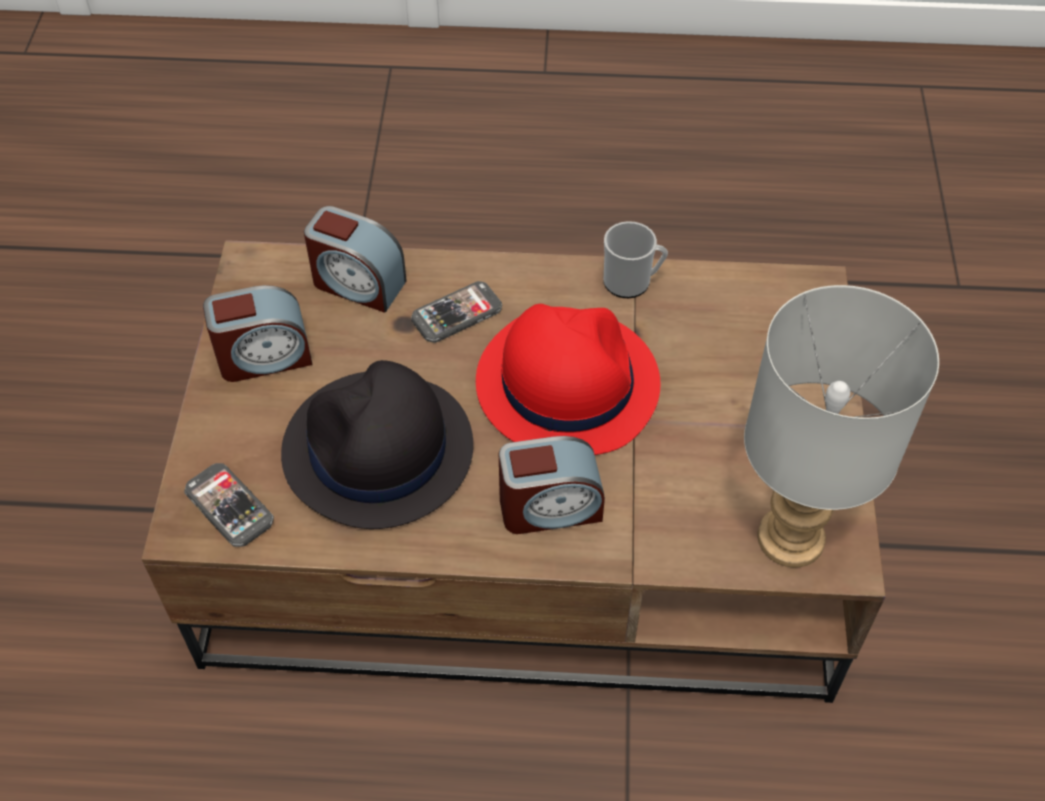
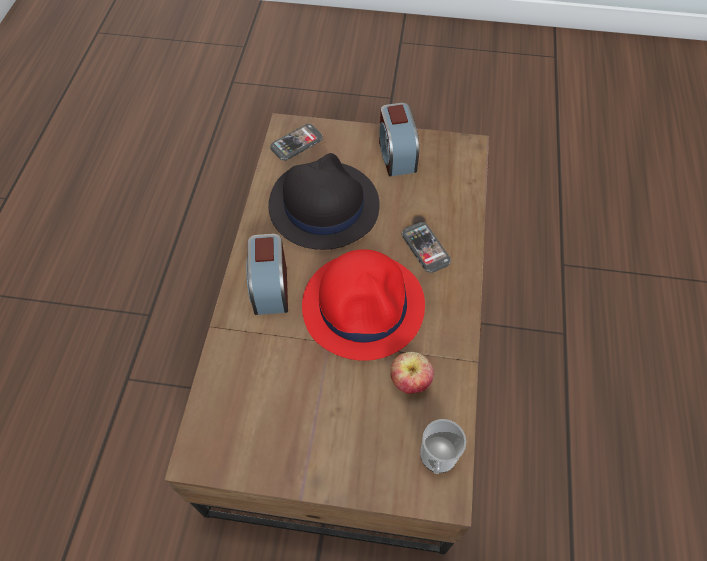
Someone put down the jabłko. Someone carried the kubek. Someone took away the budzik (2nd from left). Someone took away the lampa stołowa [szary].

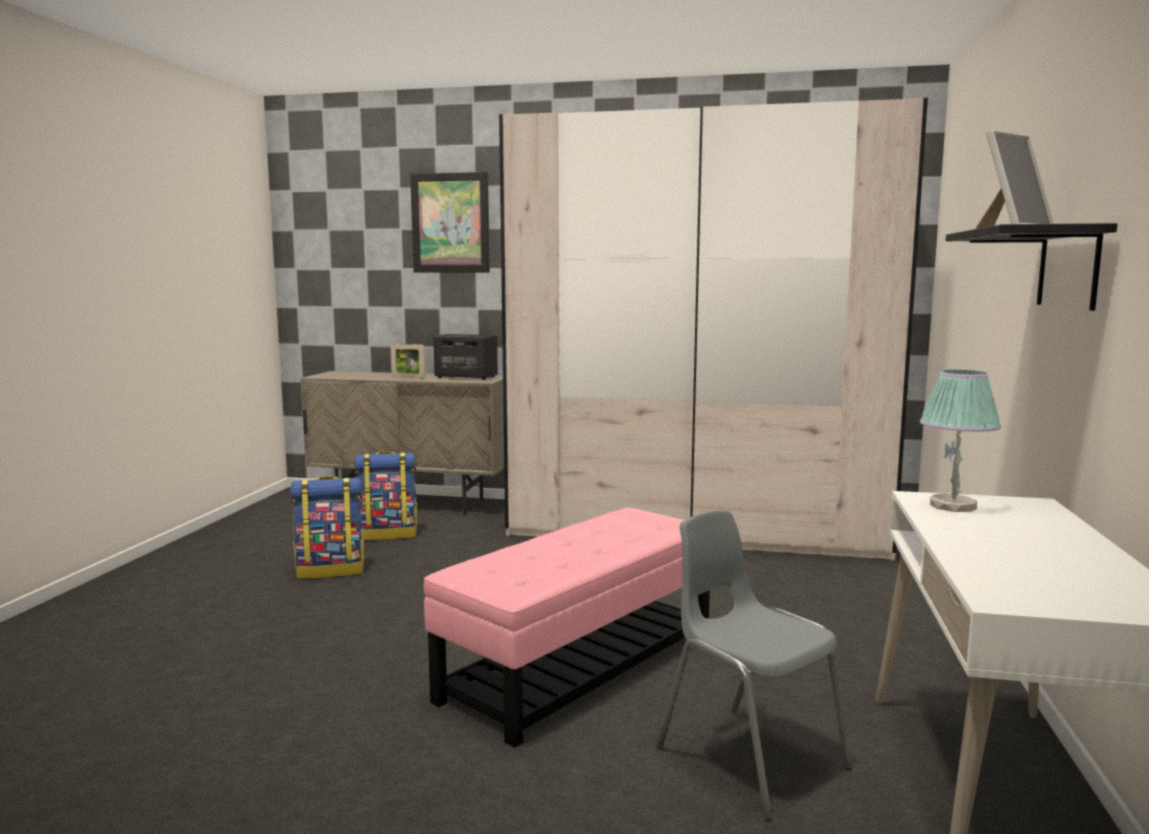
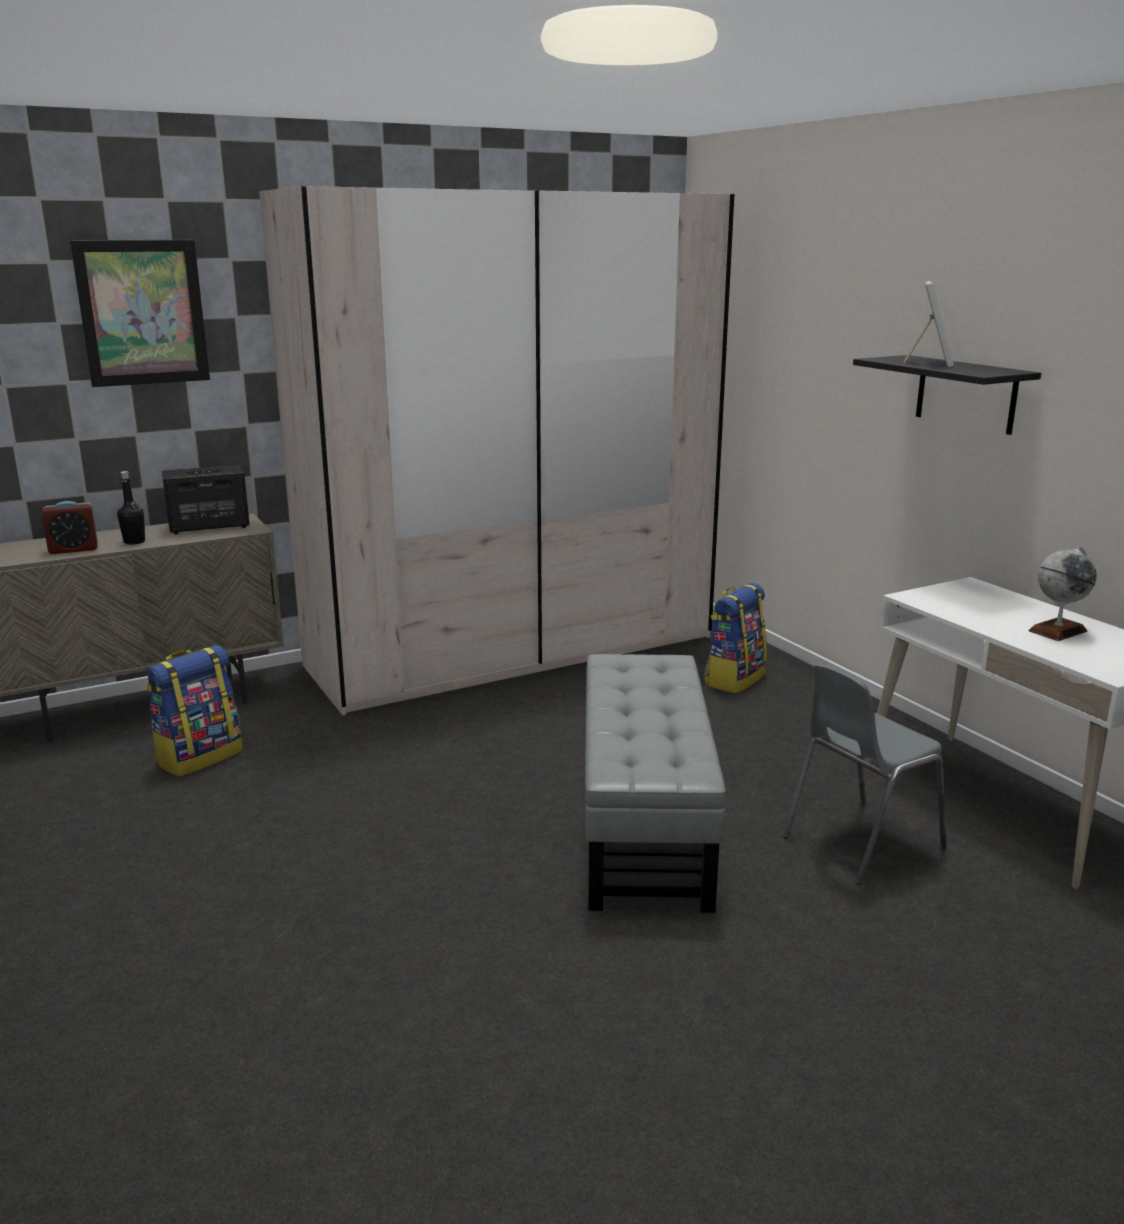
Someone put down the budzik. Someone swapped the ramka na zdjęcie (1st from left) for the butelka [czarny]. Someone repainted the pufa [różowy], which became the pufa [szary]. Someone carried the plecak (1st from left in the first image). Someone rotated the krzesło [szary] by 45 degrees counterclockwise. Someone put down the globus. Someone took away the lampa stołowa.

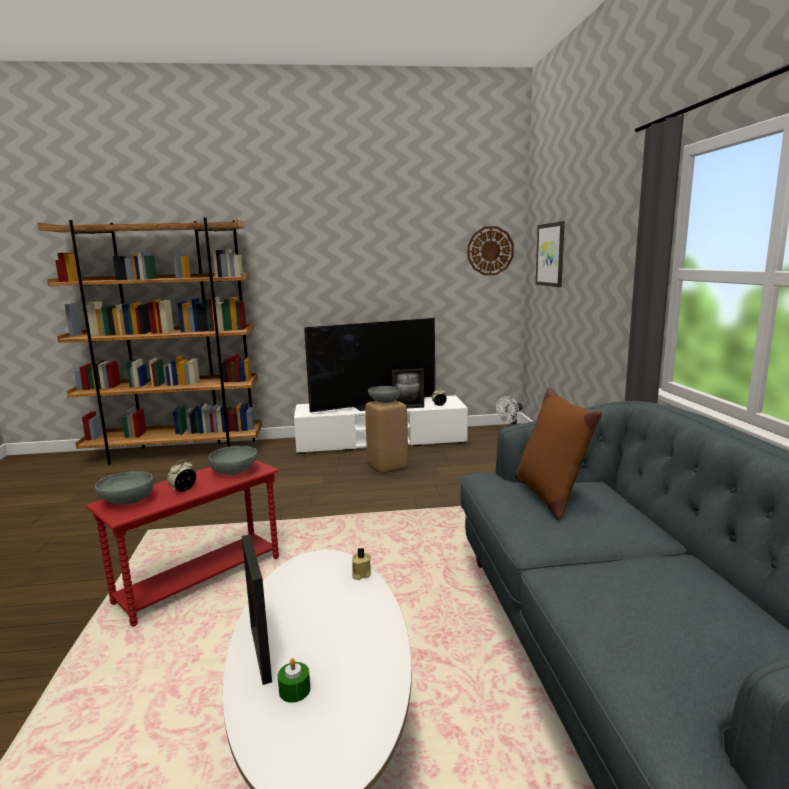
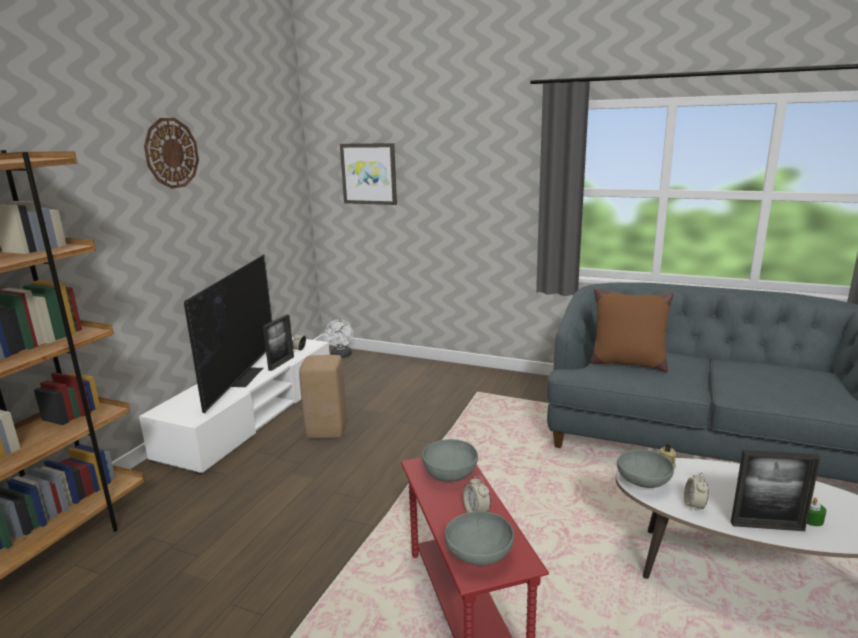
Someone carried the zegar ścienny. Someone carried the miska [szary] (3rd from left). Someone put down the budzik (3rd from left).

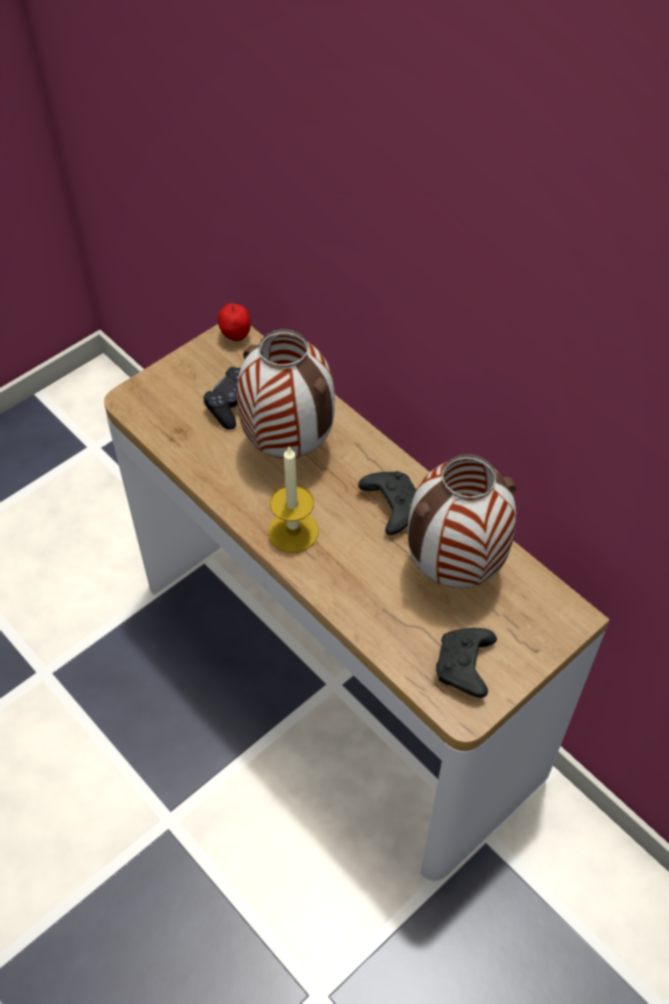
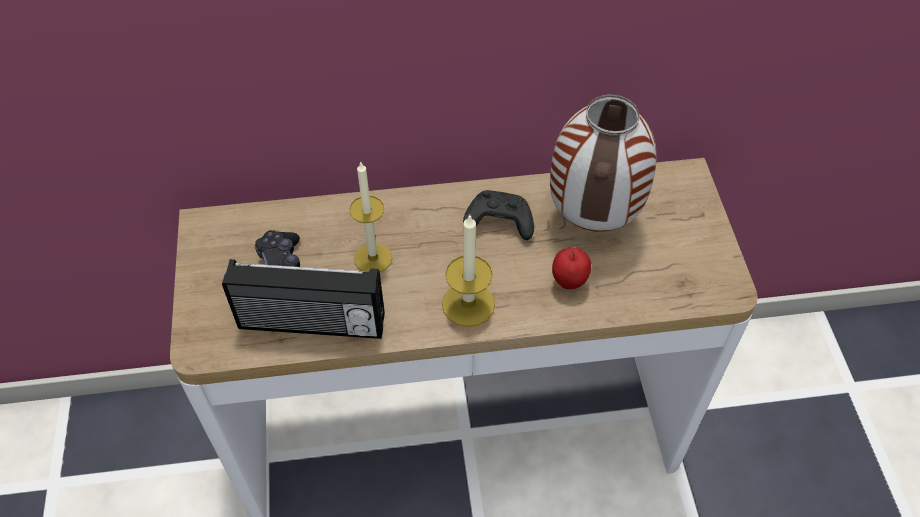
Someone put down the radio. Someone swapped the wazon (1st from left) for the świeca (1st from left). Someone carried the jabłko. Someone took away the pad do gier [czarny] (3rd from left).

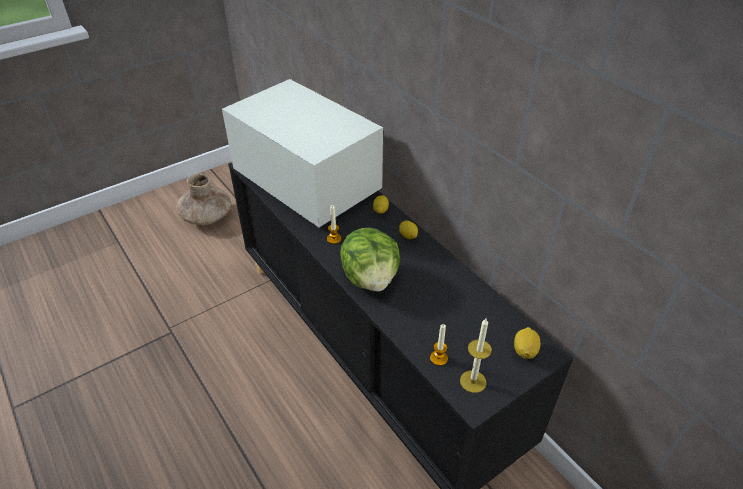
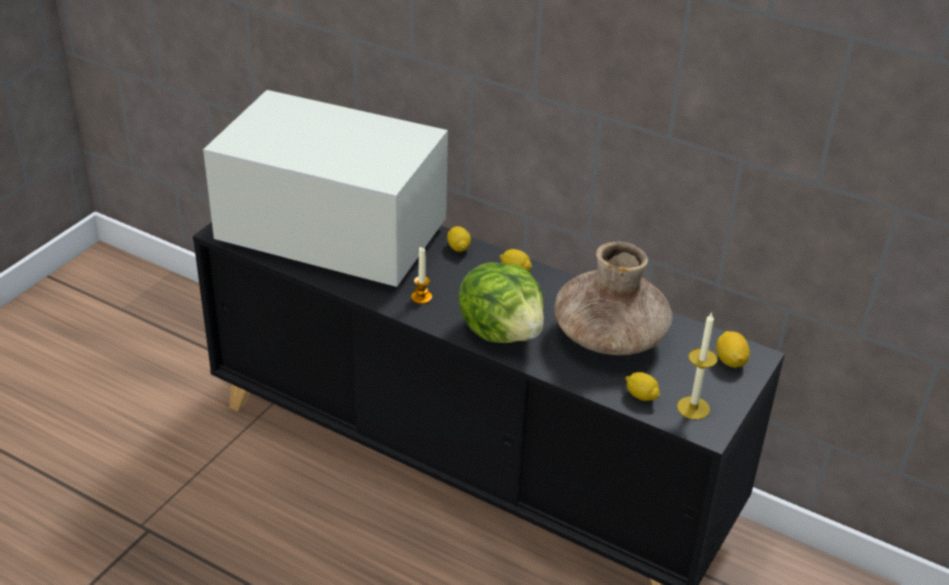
Someone carried the wazon [brązowy]. Someone swapped the świeca (2nd from left) for the cytryna (3rd from left).

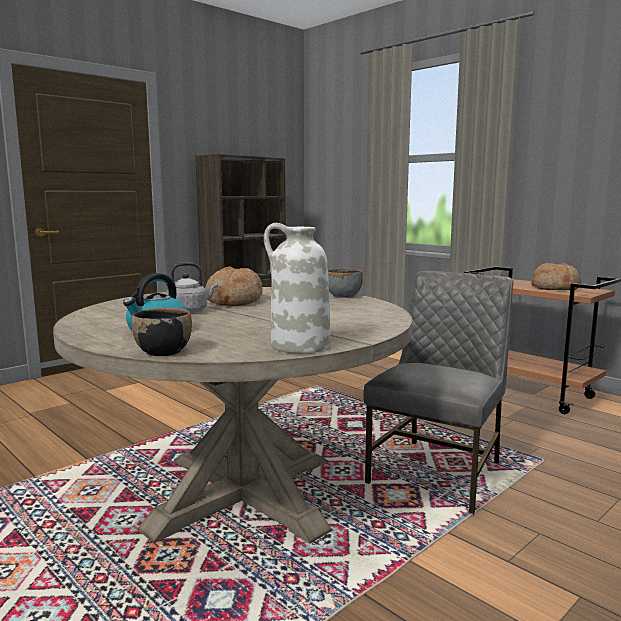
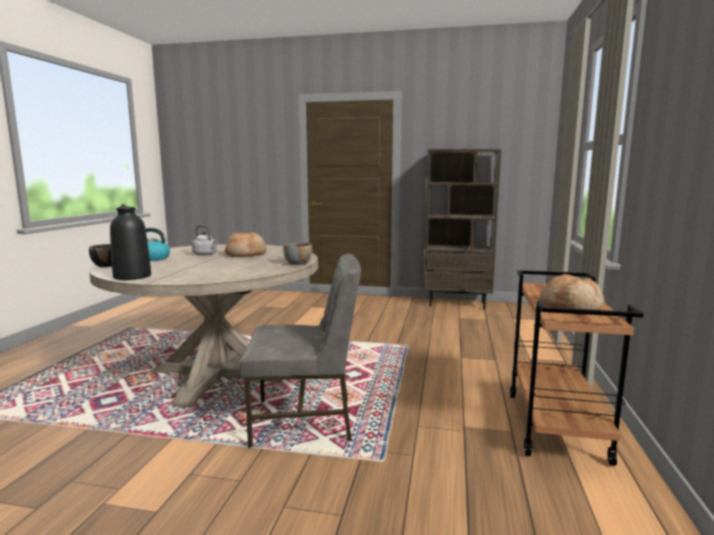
Someone repainted the wazon [biały], which became the wazon [czarny].

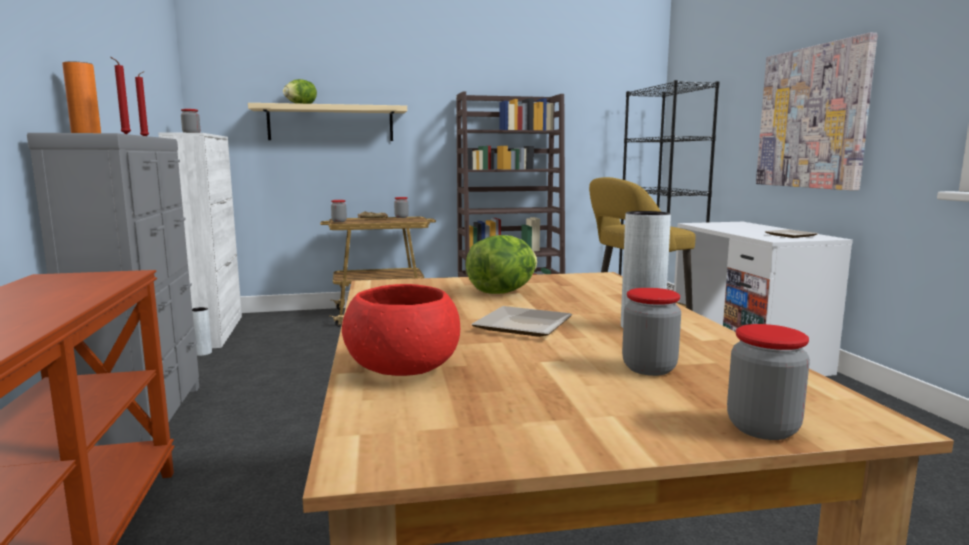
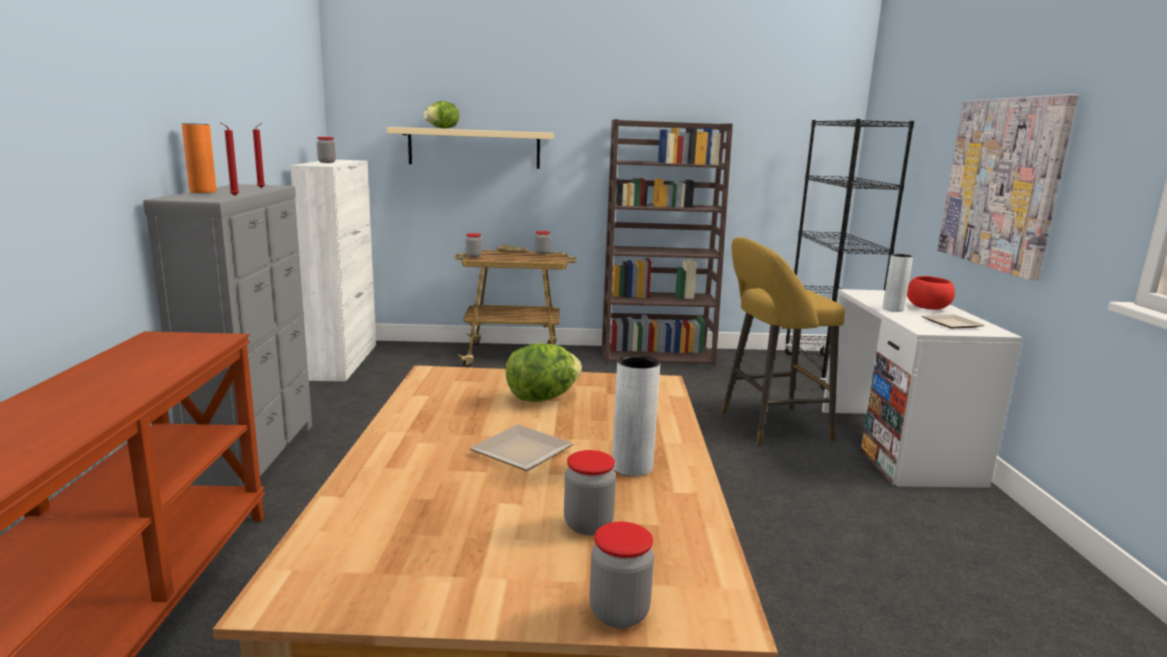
Someone carried the wazon [szary] (1st from left in the first image). Someone carried the miska [czerwony].

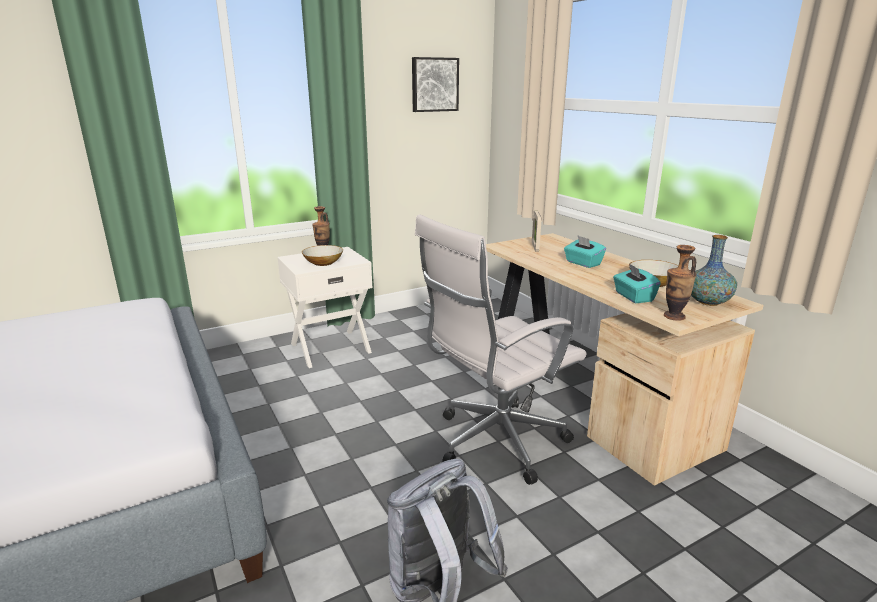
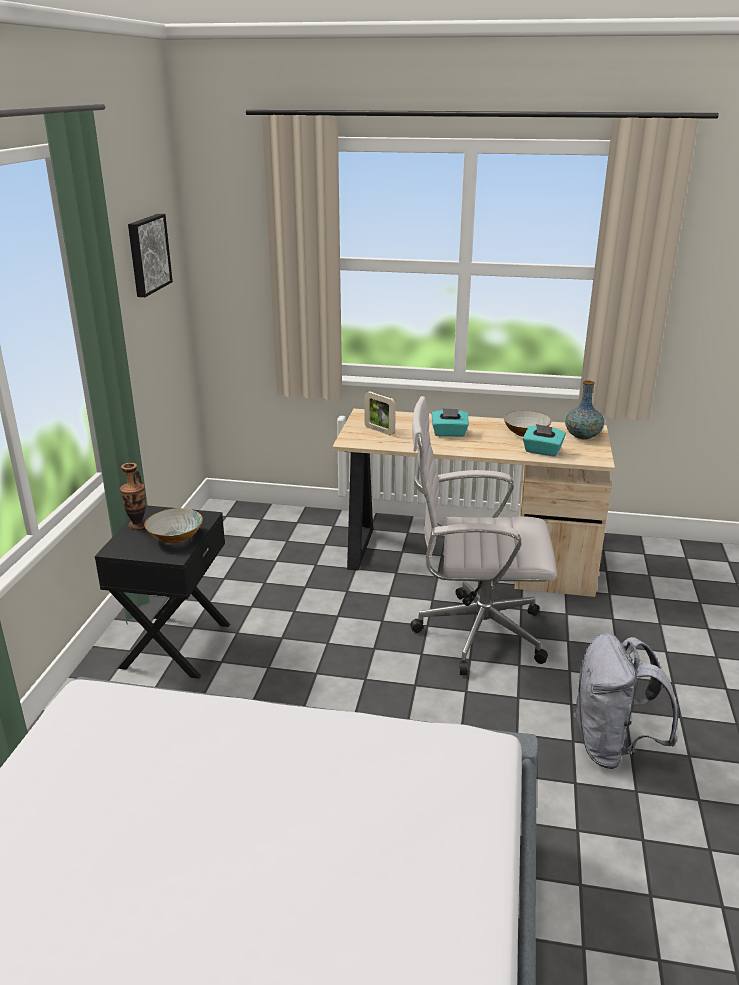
Someone repainted the szafka nocna [biały], which became the szafka nocna [czarny]. Someone rotated the krzesło biurowe [biały] by 90 degrees clockwise. Someone took away the wazon (2nd from left).

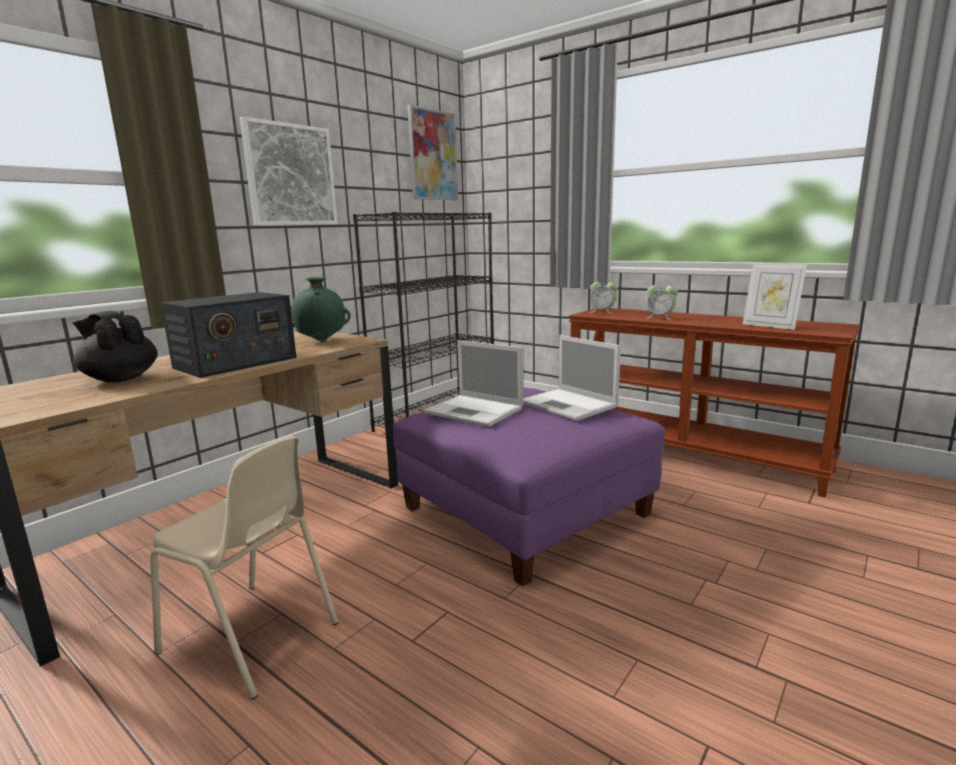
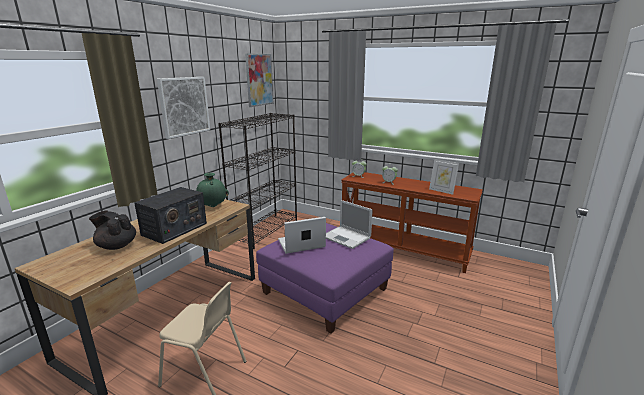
Someone rotated the laptop (1st from left) by 135 degrees clockwise.

